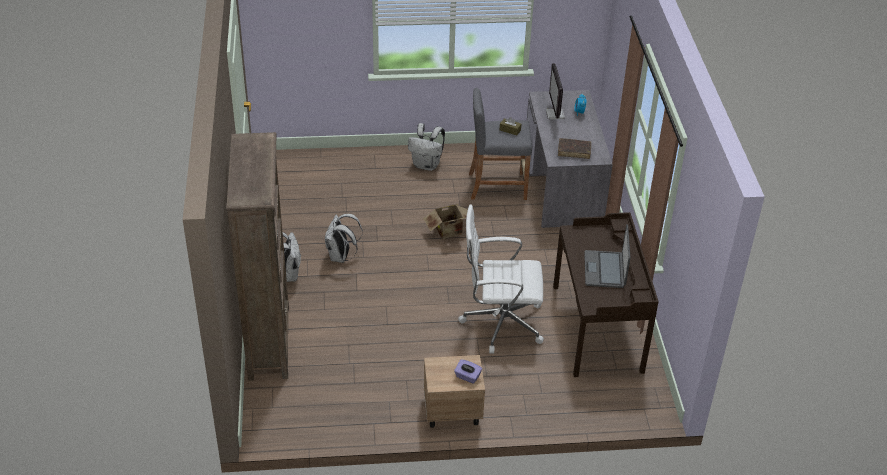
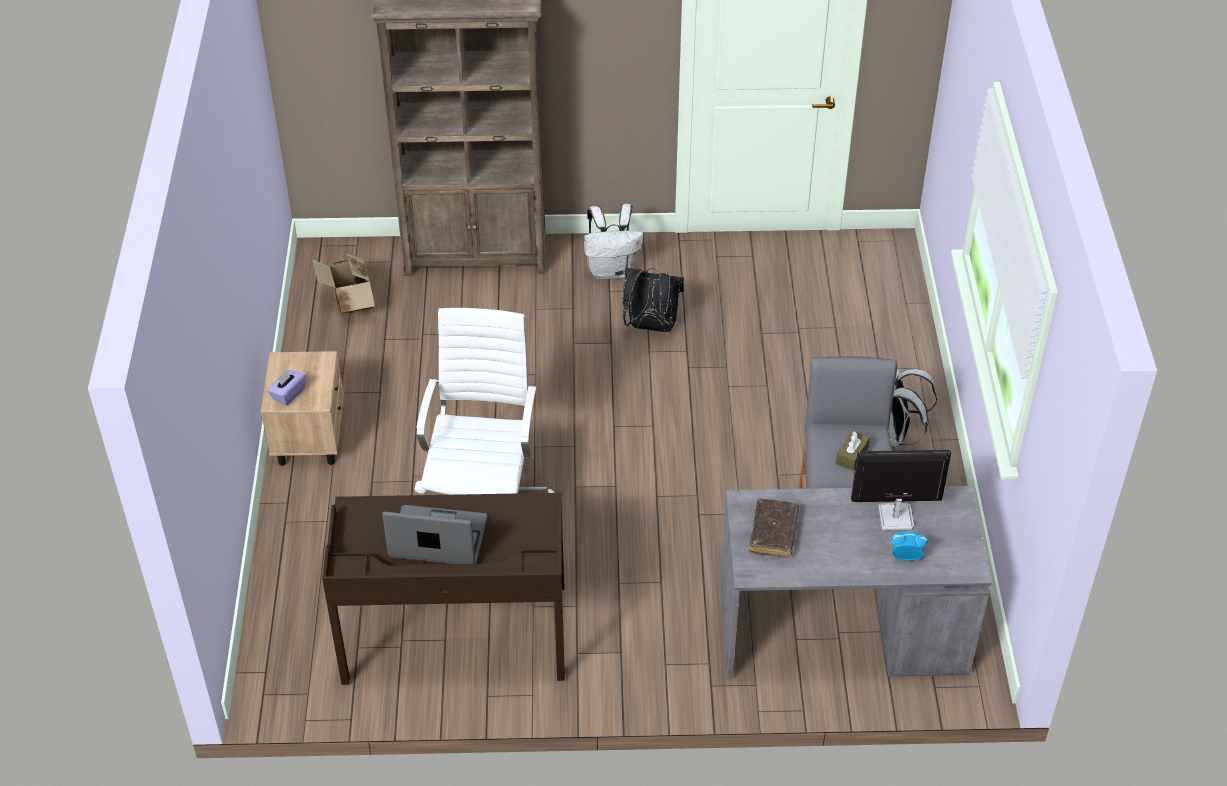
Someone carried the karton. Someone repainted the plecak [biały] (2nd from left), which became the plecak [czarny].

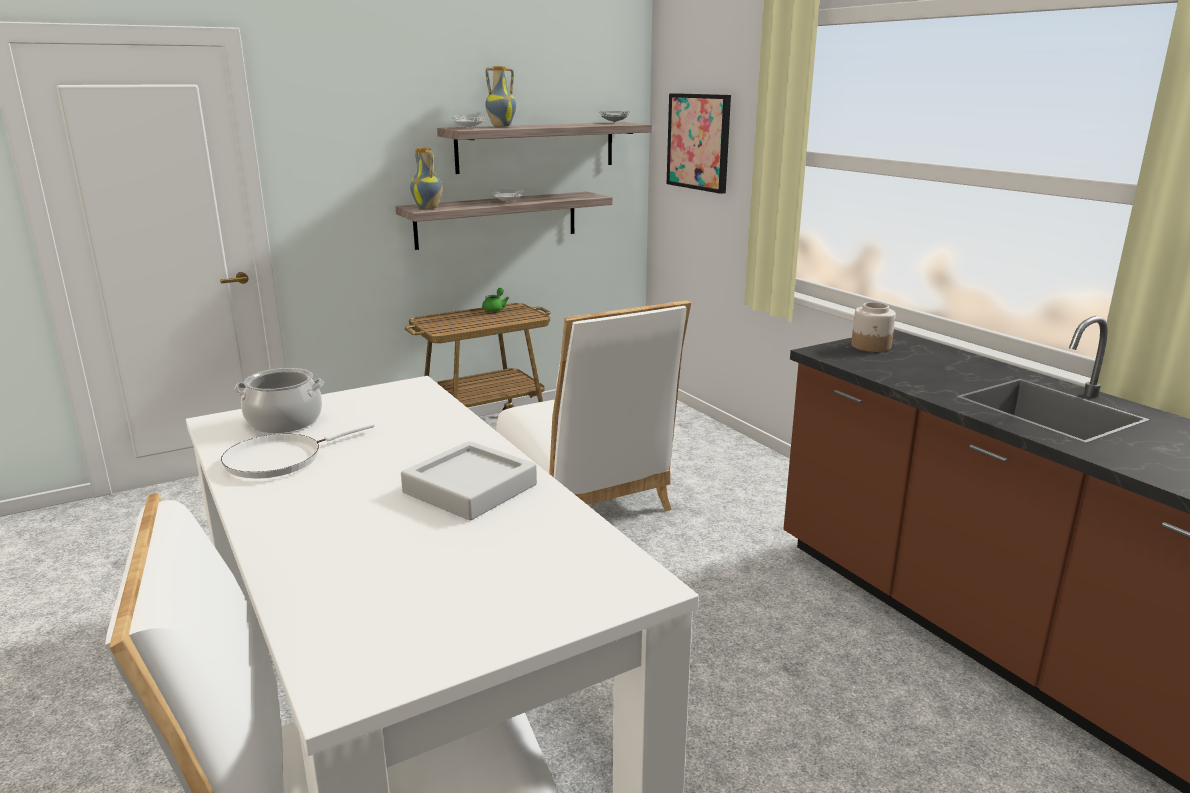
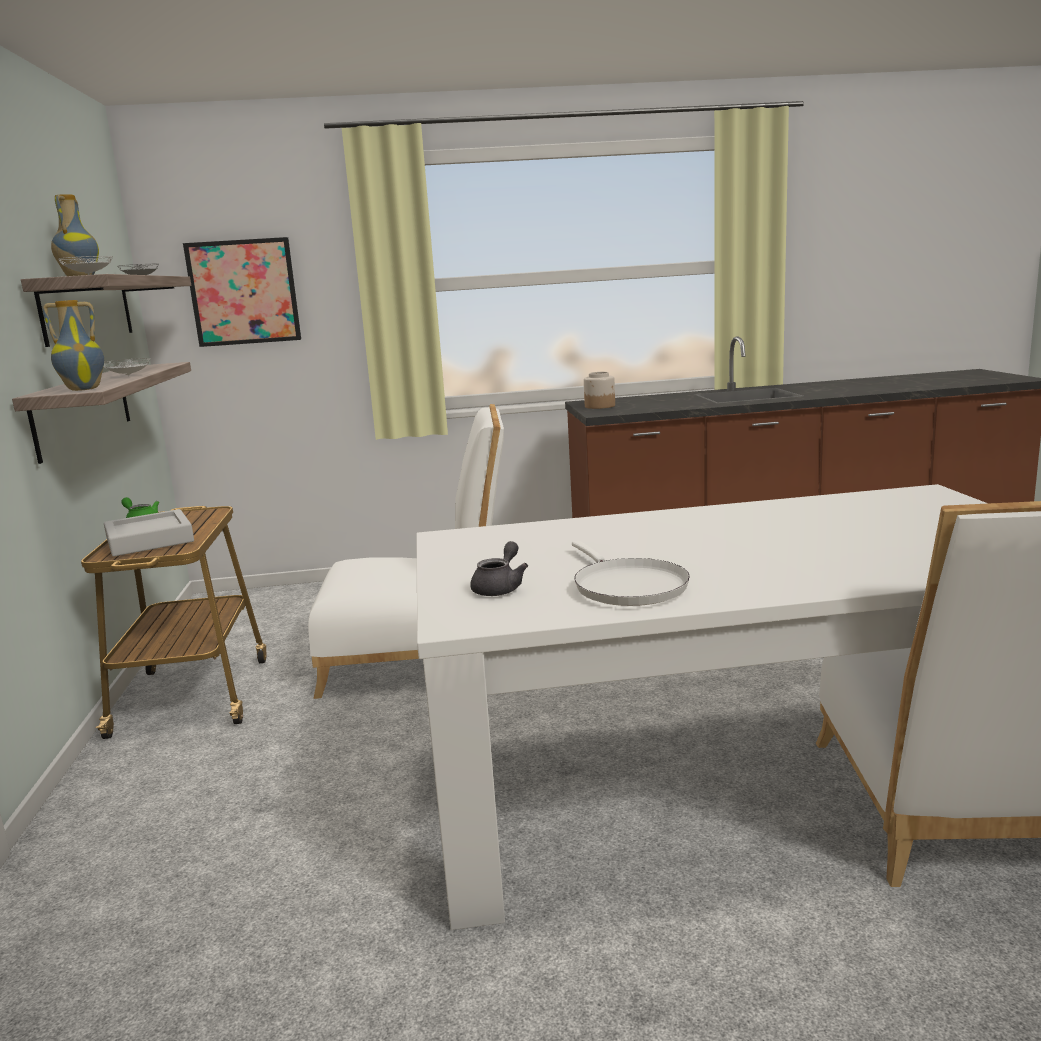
Someone carried the taca [szary]. Someone swapped the garnek for the imbryk [szary].

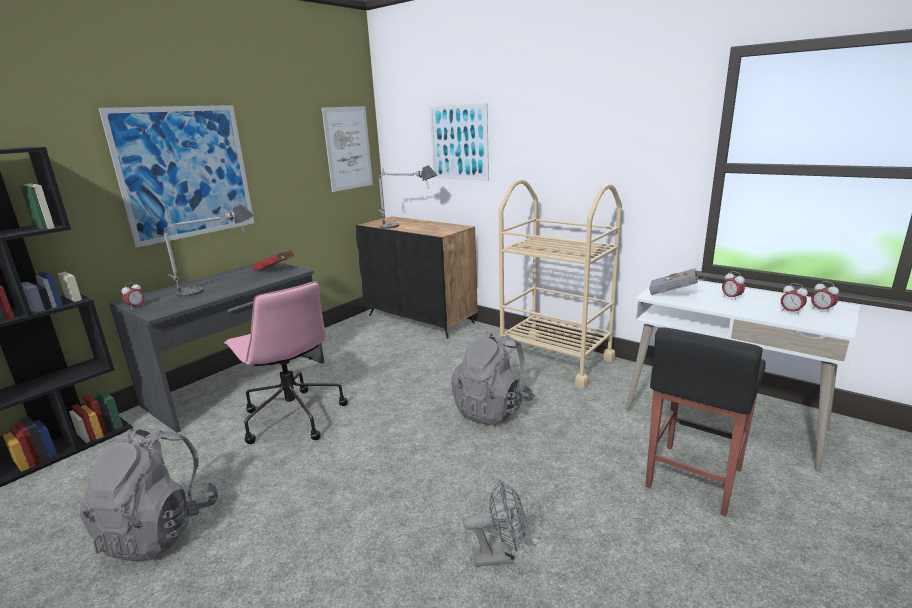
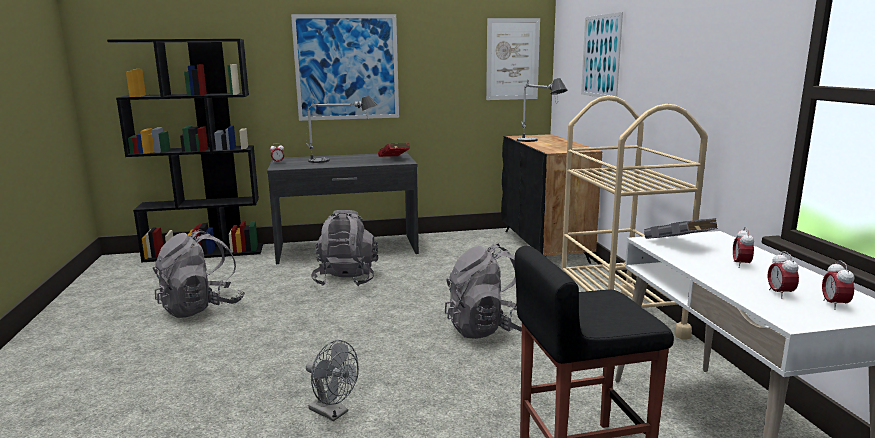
Someone swapped the krzesło biurowe [różowy] for the plecak [szary] (2nd from left).

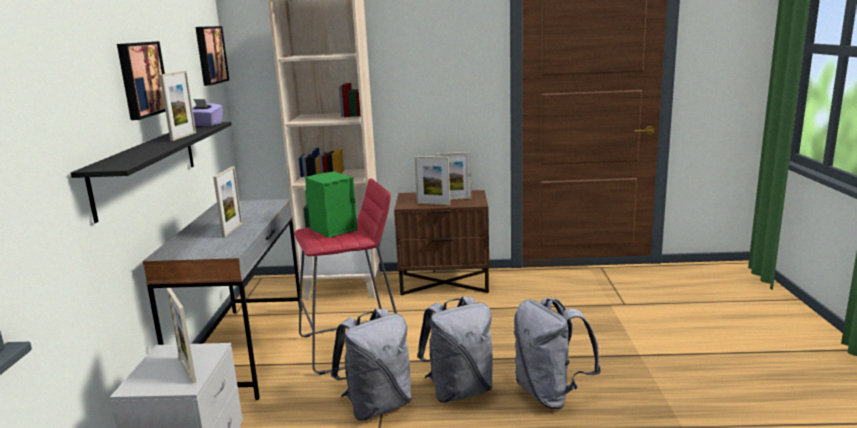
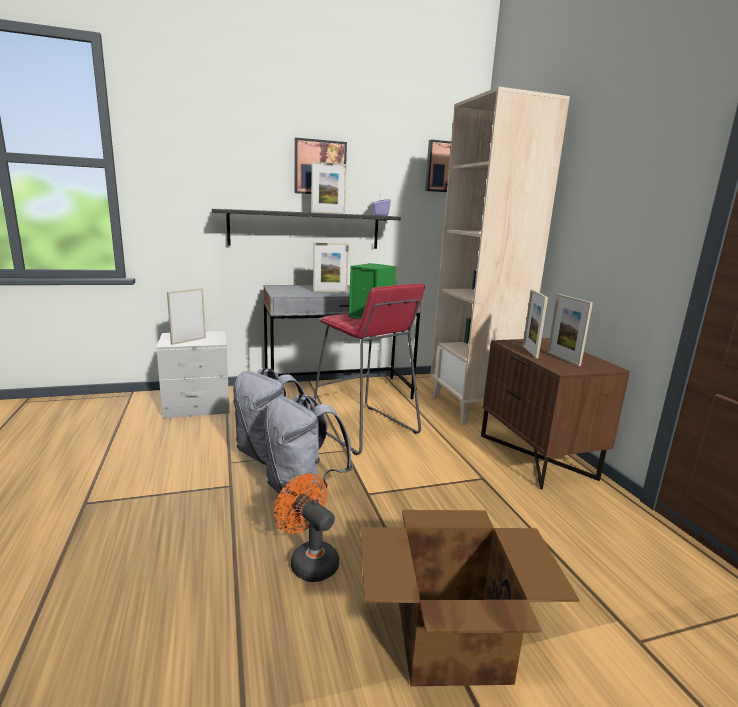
Someone swapped the plecak [szary] (3rd from left) for the wentylator [pomarańczowy]. Someone put down the karton.

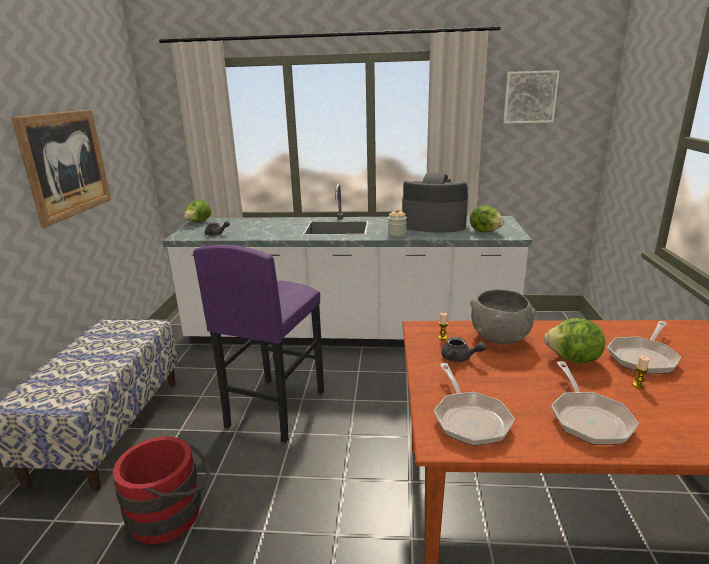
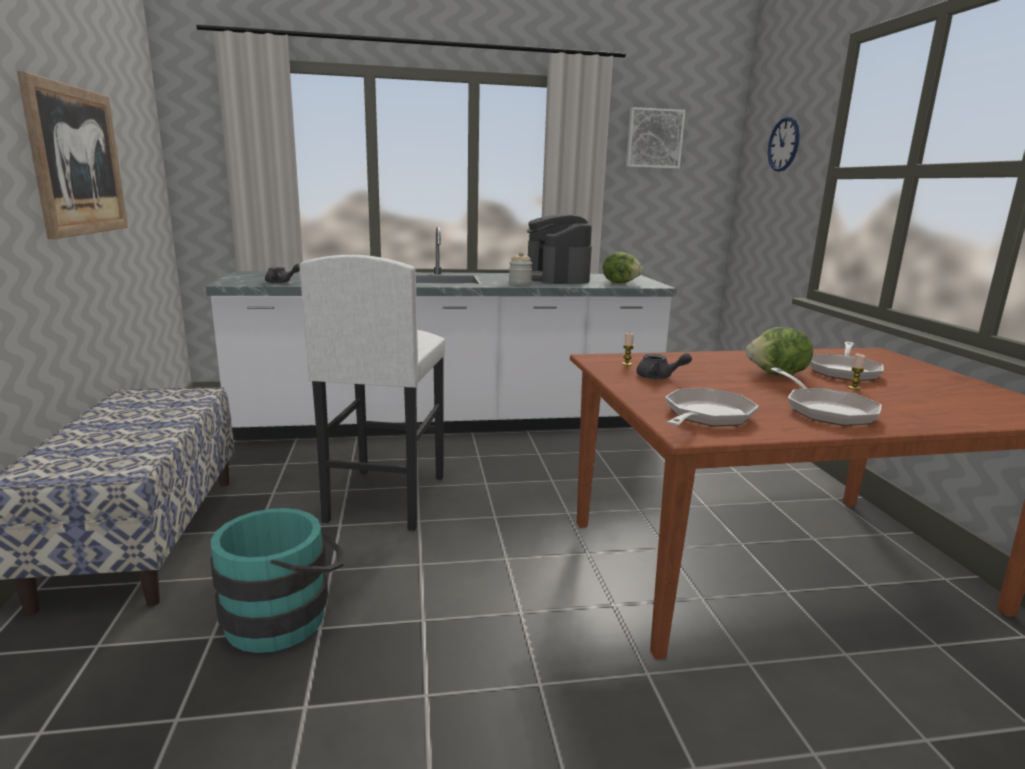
Someone repainted the wiadro [czerwony], which became the wiadro [turkusowy]. Someone repainted the stołek [fioletowy], which became the stołek [biały]. Someone rotated the ekspres do kawy by 105 degrees counterclockwise. Someone rotated the patelnia (1st from left) by 120 degrees counterclockwise. Someone put up the zegar ścienny. Someone took away the sałata (1st from left). Someone took away the miska [szary].

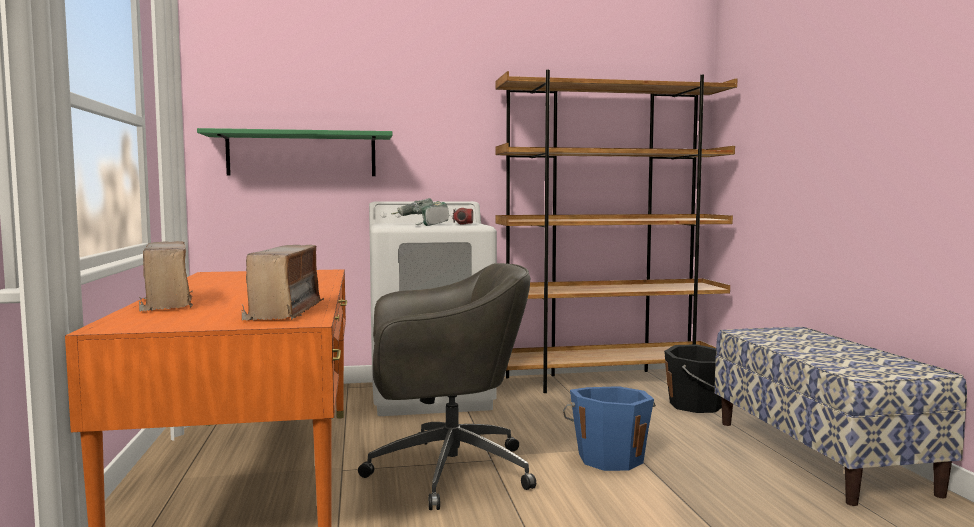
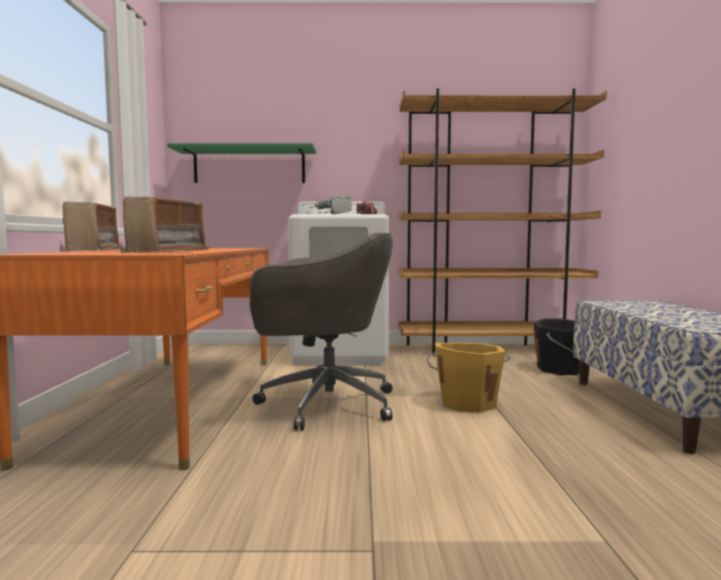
Someone repainted the wiadro [niebieski], which became the wiadro [pomarańczowy].

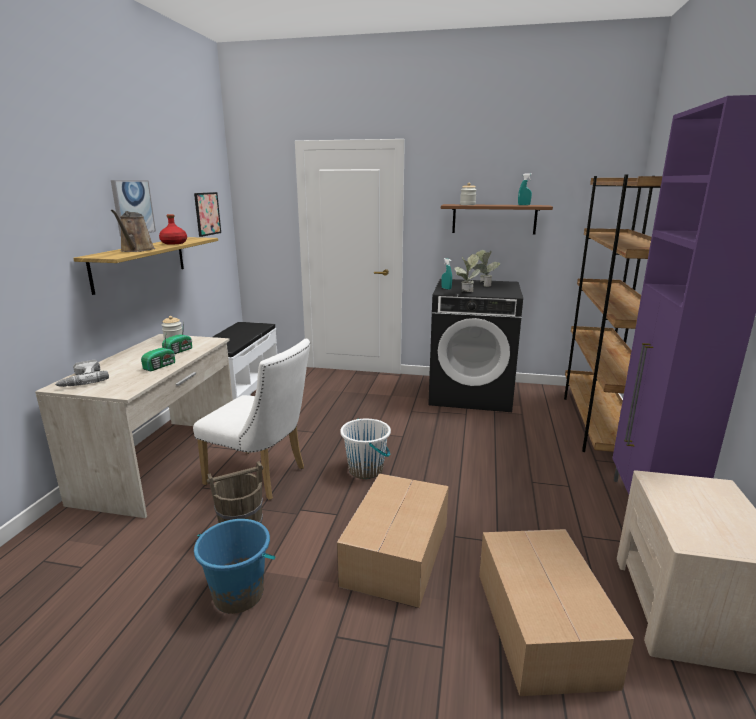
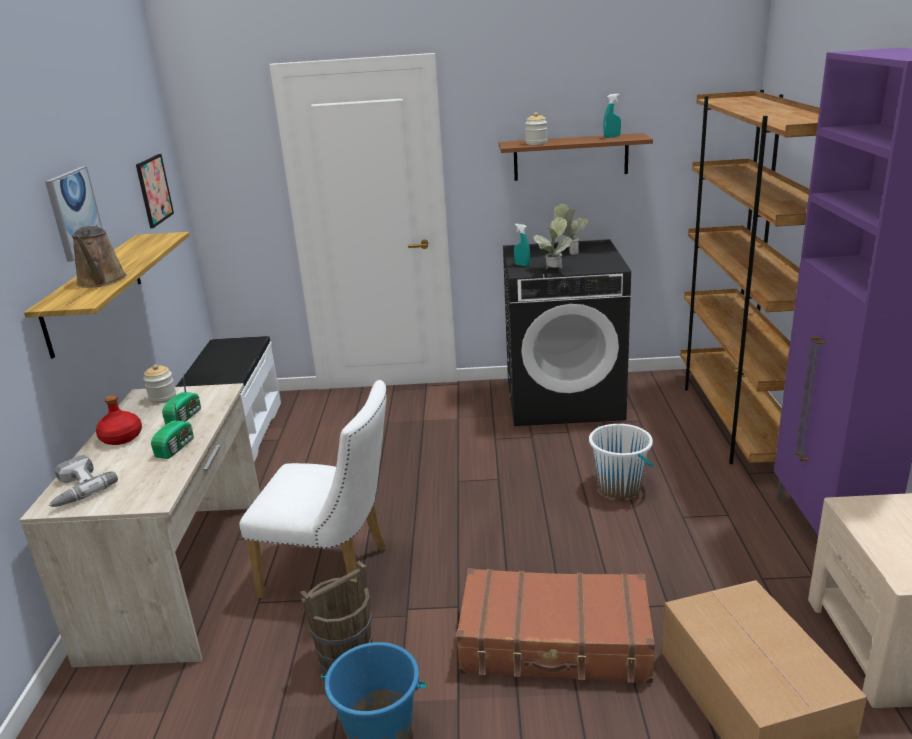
Someone carried the butelka [czerwony]. Someone swapped the karton (1st from left) for the walizka [brązowy]. Someone carried the wiadro [biały].

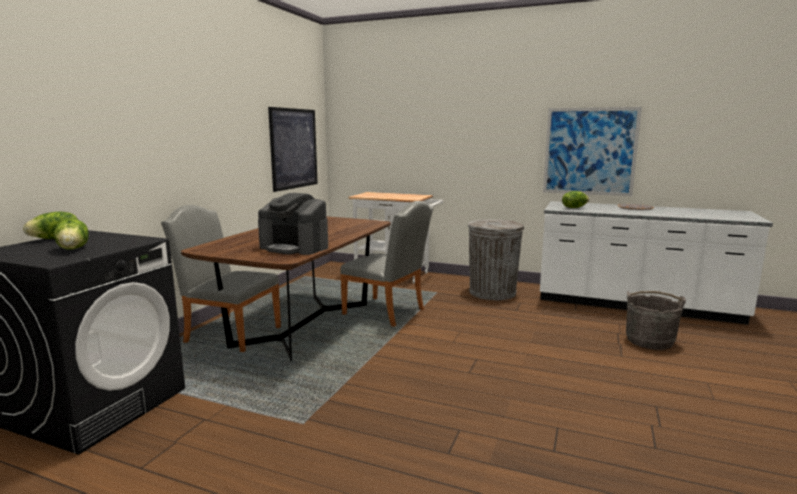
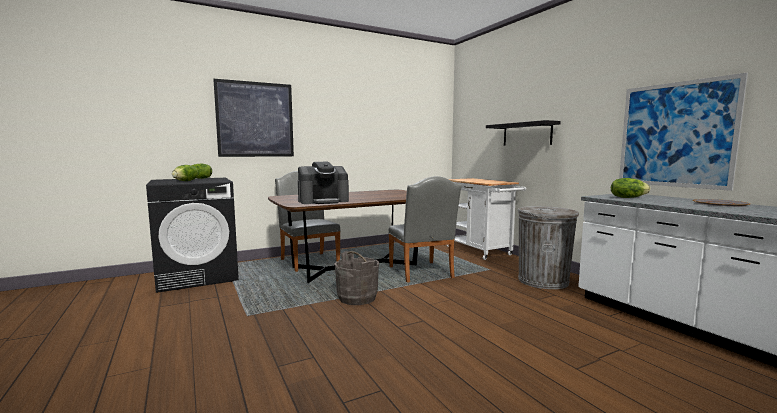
Someone carried the obraz (1st from left). Someone rotated the ekspres do kawy by 90 degrees counterclockwise. Someone carried the wiadro [szary]. Someone put up the półka [czarny].

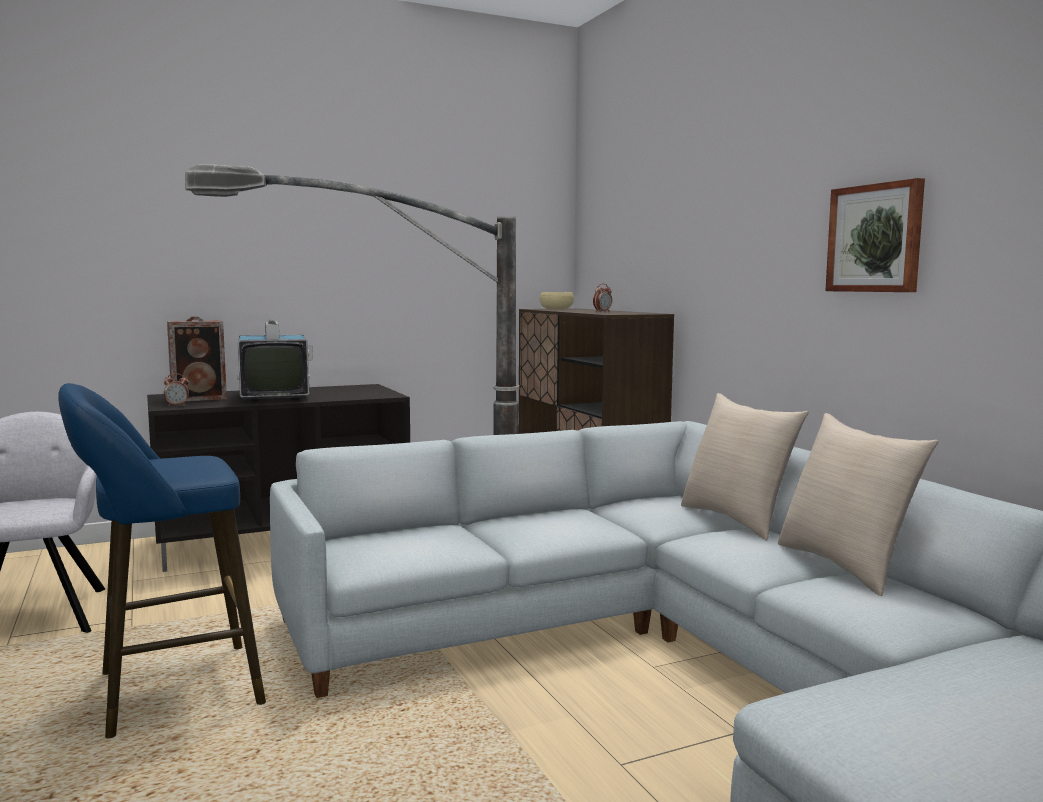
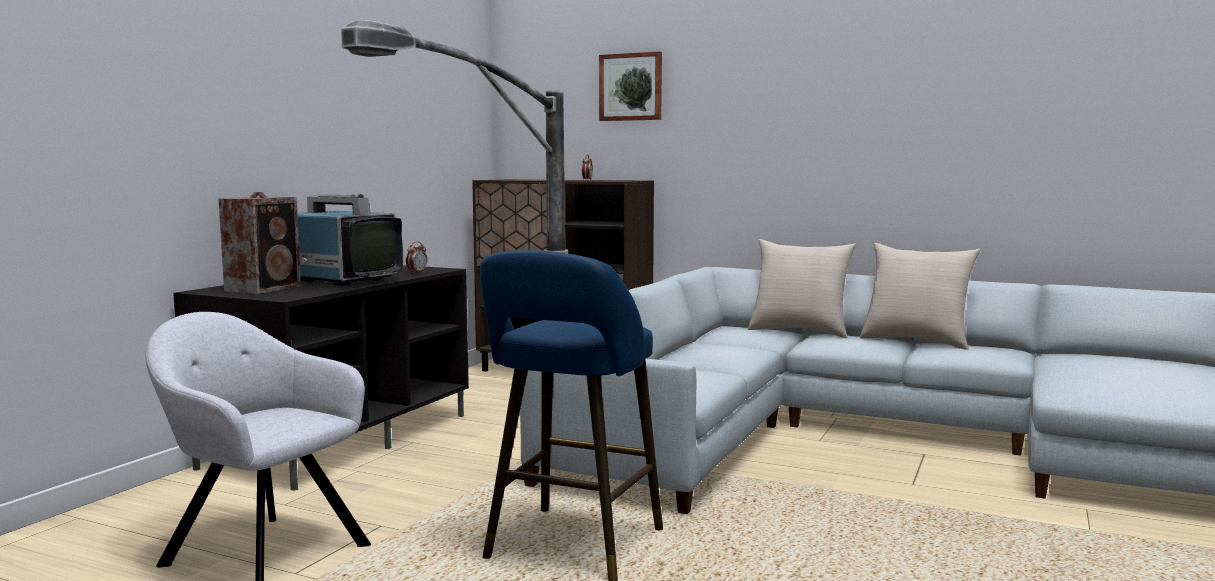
Someone carried the budzik (1st from left). Someone carried the obraz. Someone took away the miska [beżowy].

